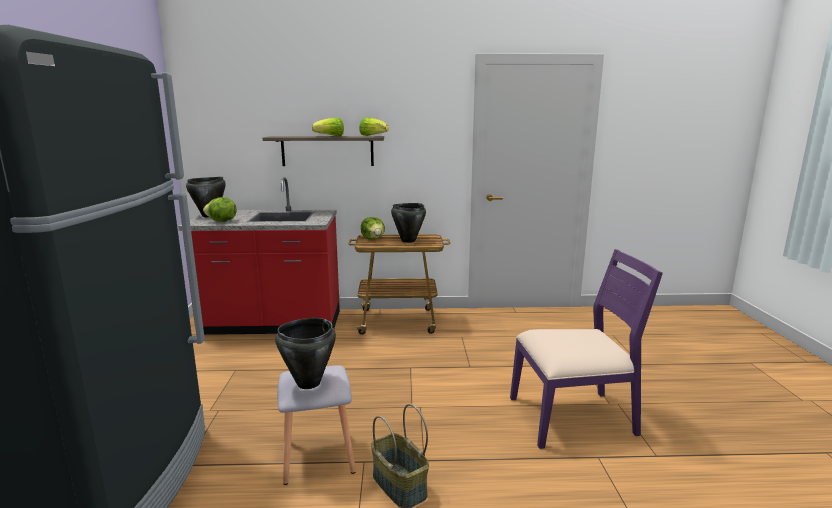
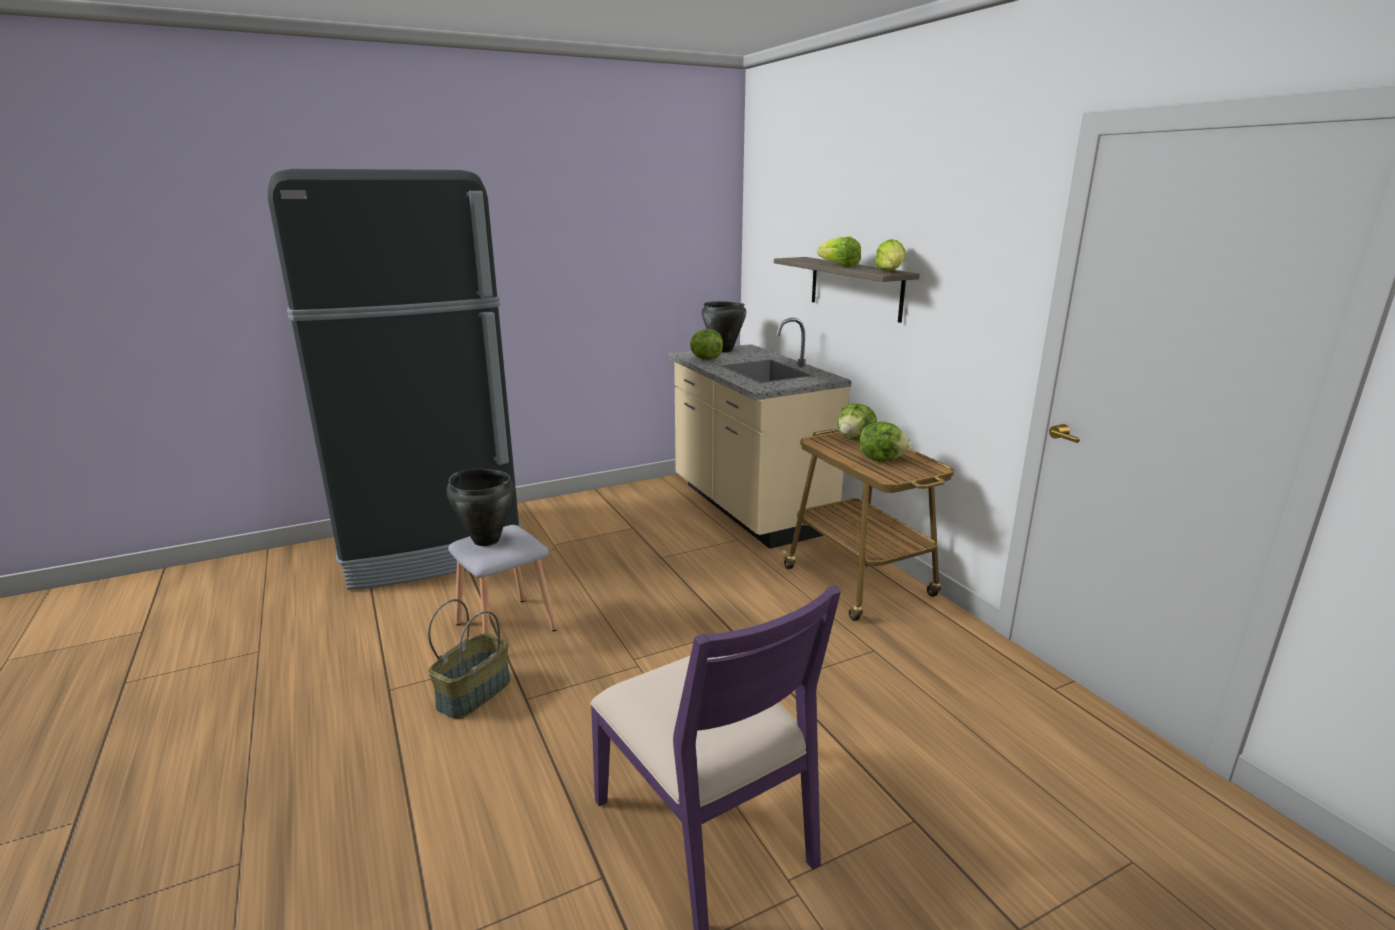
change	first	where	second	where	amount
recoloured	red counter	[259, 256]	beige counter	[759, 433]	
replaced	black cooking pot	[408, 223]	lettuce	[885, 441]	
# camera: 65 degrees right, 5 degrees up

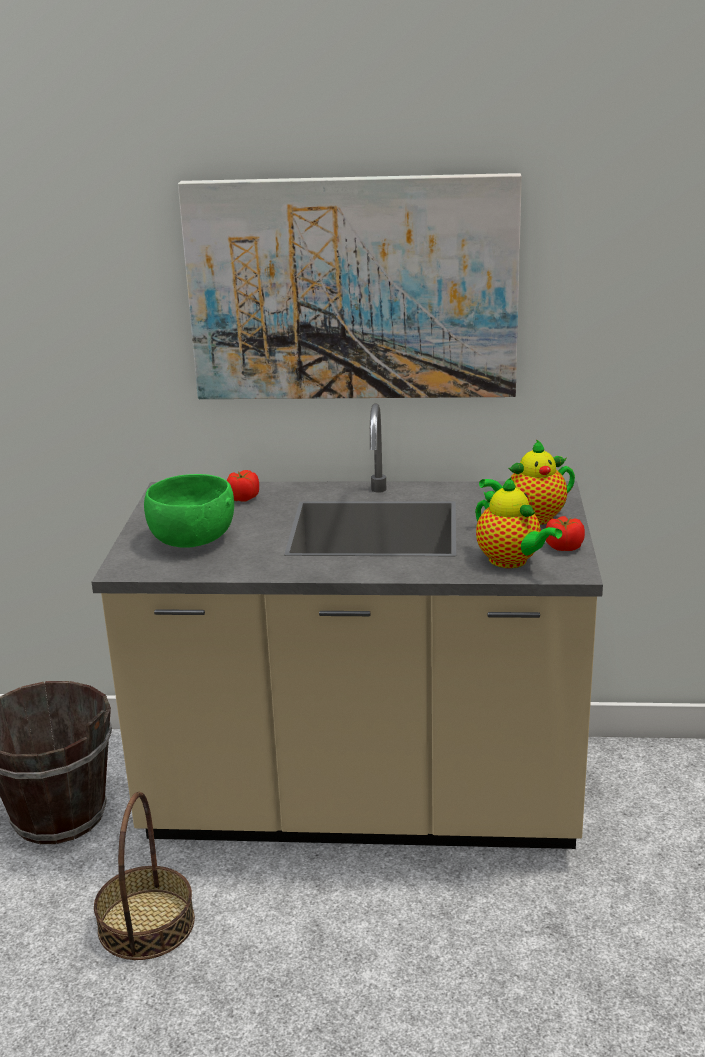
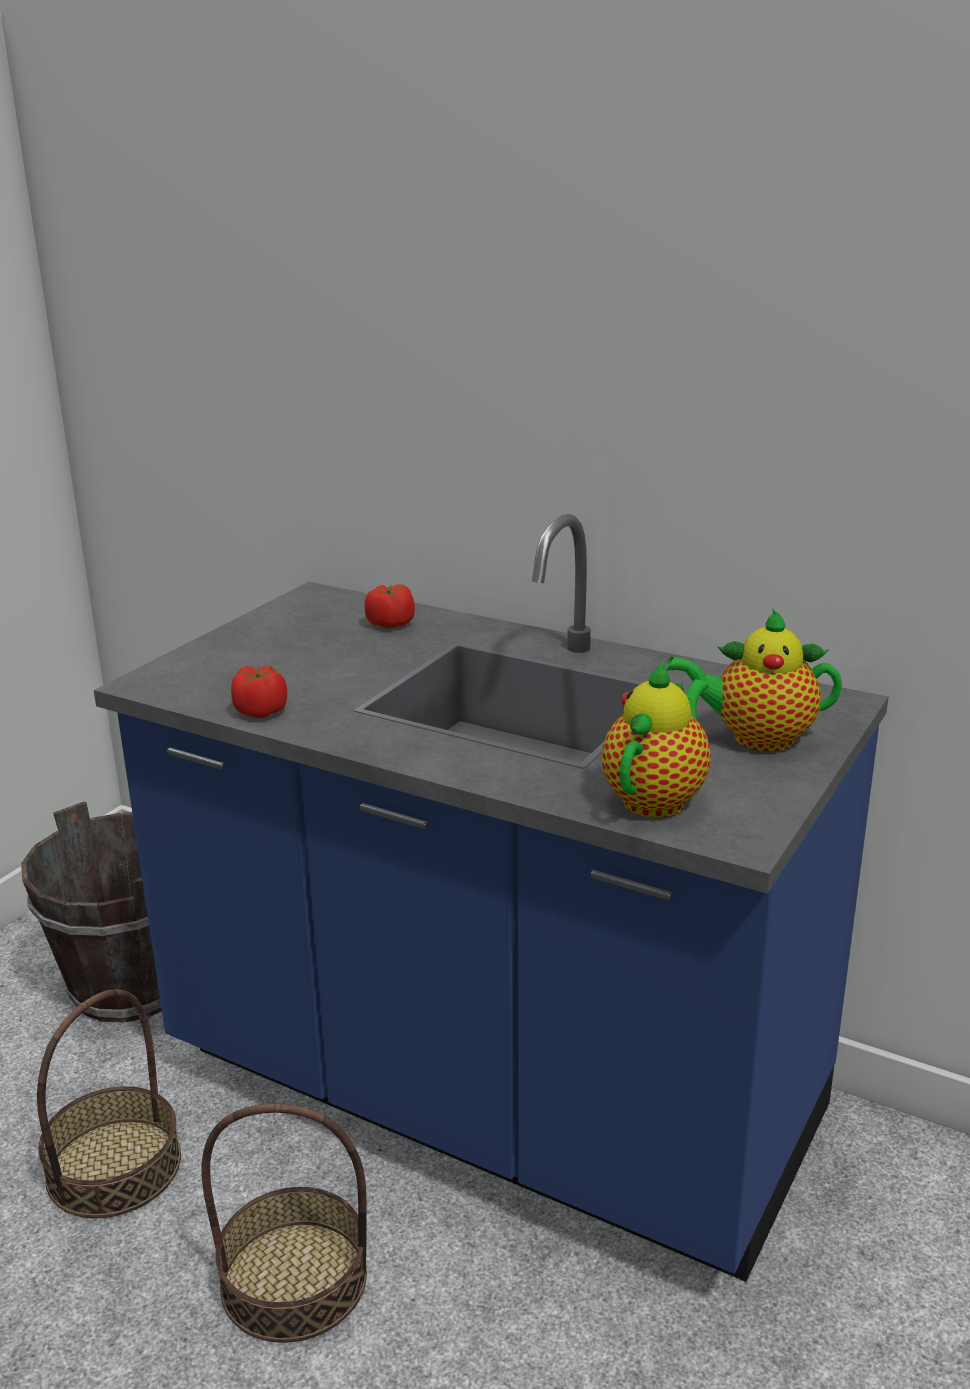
change	first	where	second	where	amount
recoloured	beige counter	[347, 626]	blue counter	[491, 898]	
removed	green bowl	[189, 511]			
removed	picture	[350, 286]			
turned	teapot	[519, 522]		[656, 739]	135 degrees counterclockwise
moved	tomato	[565, 533]		[259, 692]	
added			basket	[284, 1223]	
# camera: 25 degrees right, 0 degrees up

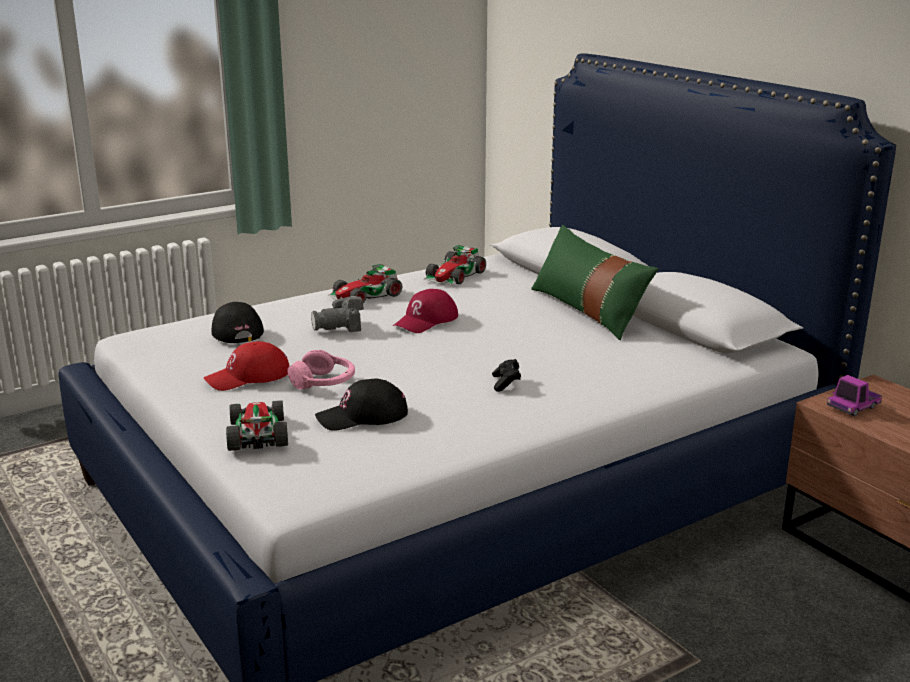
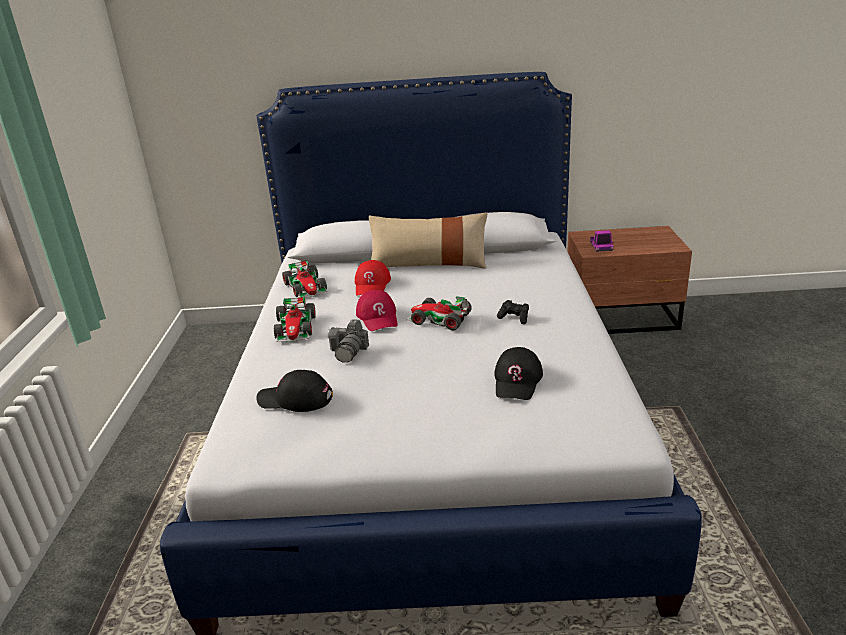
change	first	where	second	where	amount
moved	red cap	[246, 366]		[373, 278]	
moved	toy car	[257, 425]		[439, 313]	
removed	pink headphones	[321, 370]			
recoloured	green pillow	[594, 282]	beige pillow	[428, 240]	
# camera: 55 degrees left, 5 degrees up

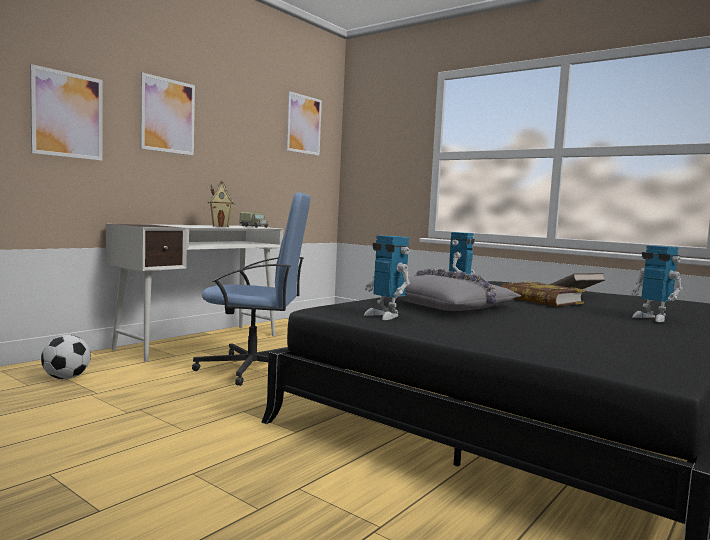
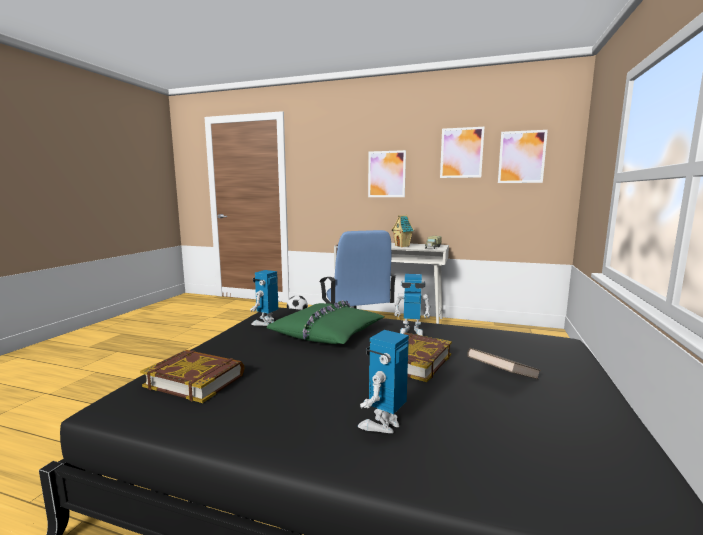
change	first	where	second	where	amount
moved	picture	[66, 112]		[462, 152]	
recoloured	grey pillow	[459, 289]	green pillow	[325, 322]	
added			book	[192, 376]	
# camera: 70 degrees right, 5 degrees up

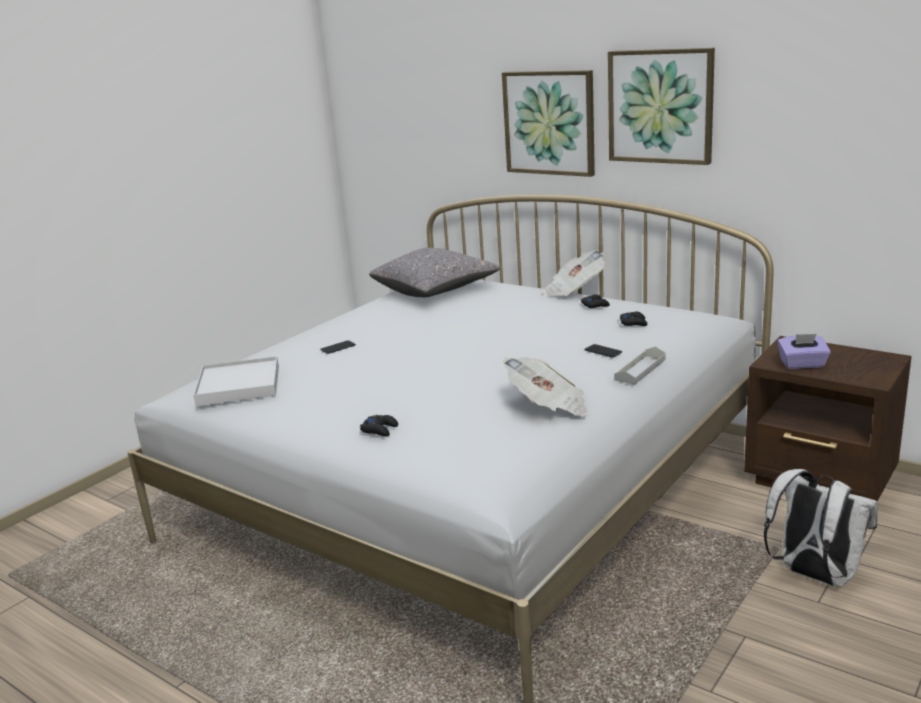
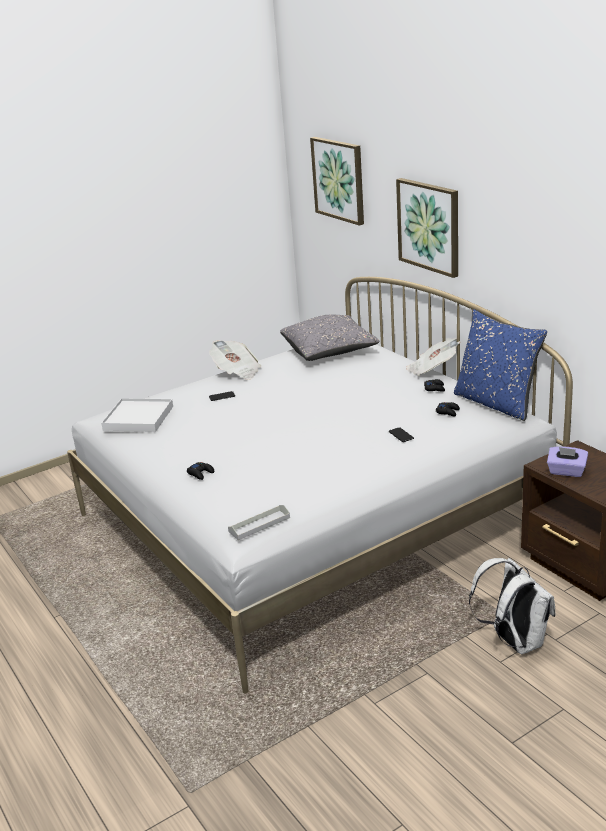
change	first	where	second	where	amount
moved	newspaper	[545, 387]		[235, 360]	
moved	picture	[661, 106]		[337, 181]	
moved	grey tray	[640, 366]		[259, 522]	
added			blue pillow	[500, 365]	
# camera: 20 degrees right, 5 degrees up

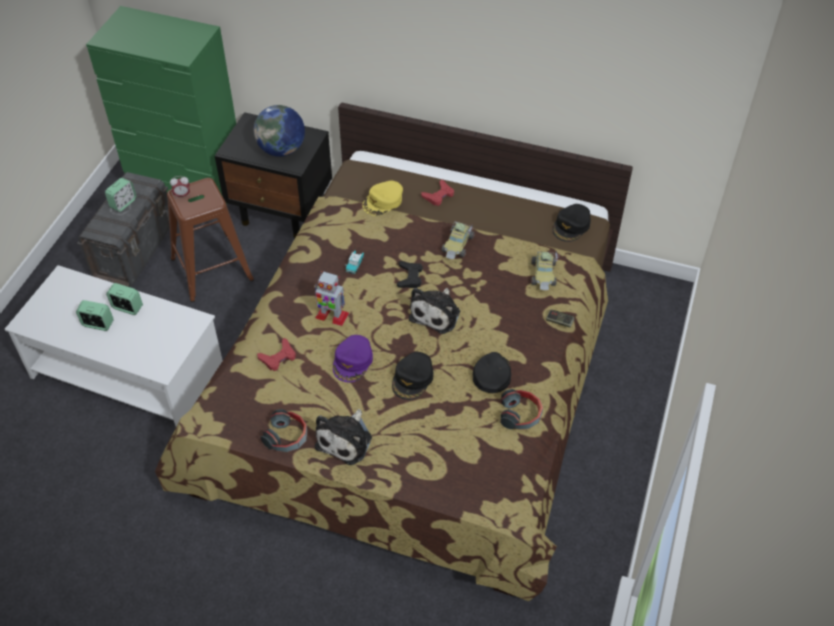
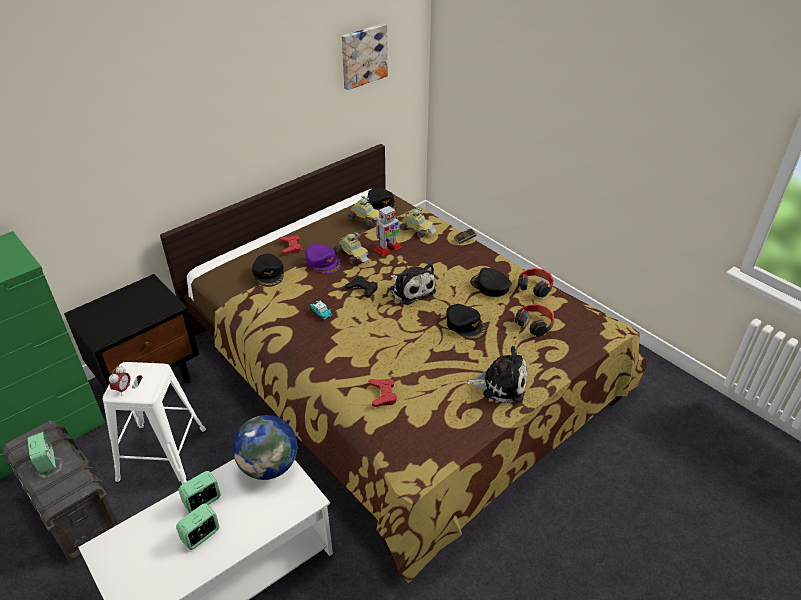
change	first	where	second	where	amount
recoloured	brown stool	[210, 240]	white stool	[155, 423]	
moved	globe	[279, 131]		[265, 447]	
moved	headphones	[283, 430]		[534, 320]	
moved	toy robot	[331, 298]		[388, 230]	
turned	plush toy	[343, 437]		[496, 374]	45 degrees counterclockwise
moved	purple cap	[353, 358]		[323, 259]	
recoloured	yellow cap	[382, 198]	black cap	[268, 270]	
added			picture	[364, 56]	
added			toy car	[364, 211]	
# camera: 60 degrees left, 10 degrees down

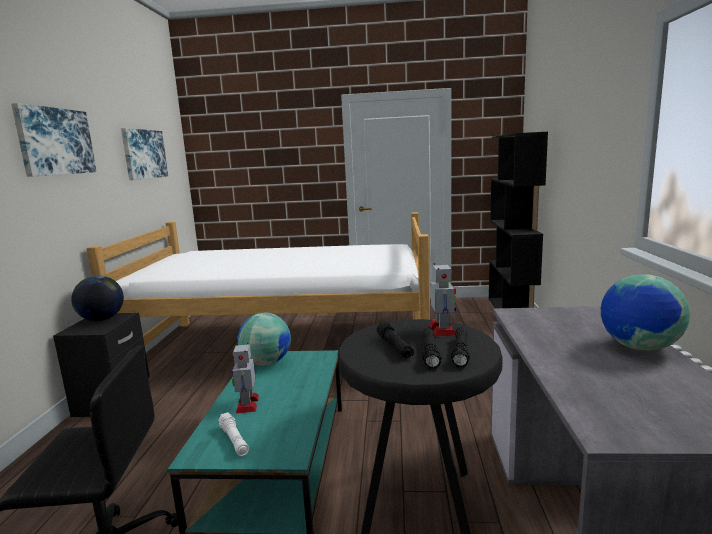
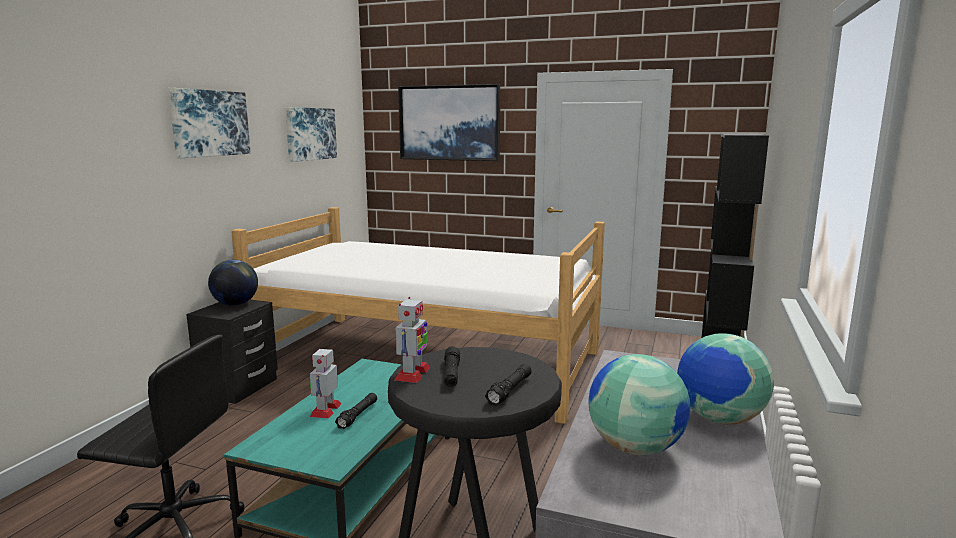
change	first	where	second	where	amount
removed	white flashlight	[233, 434]			
moved	globe	[264, 339]		[639, 404]	
moved	black flashlight	[431, 348]		[356, 411]	
moved	toy robot	[442, 300]		[412, 340]	
added			picture	[449, 122]	
# camera: 15 degrees right, 0 degrees up

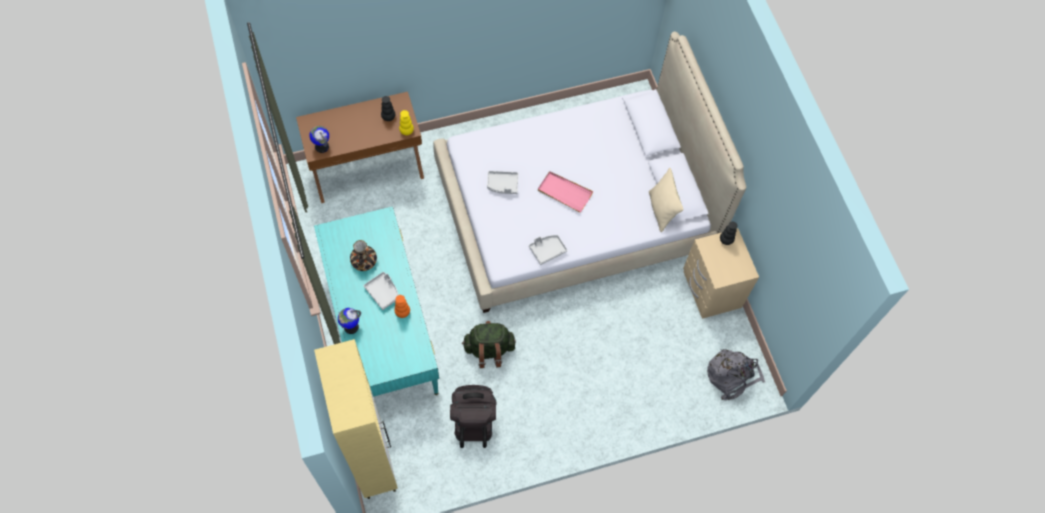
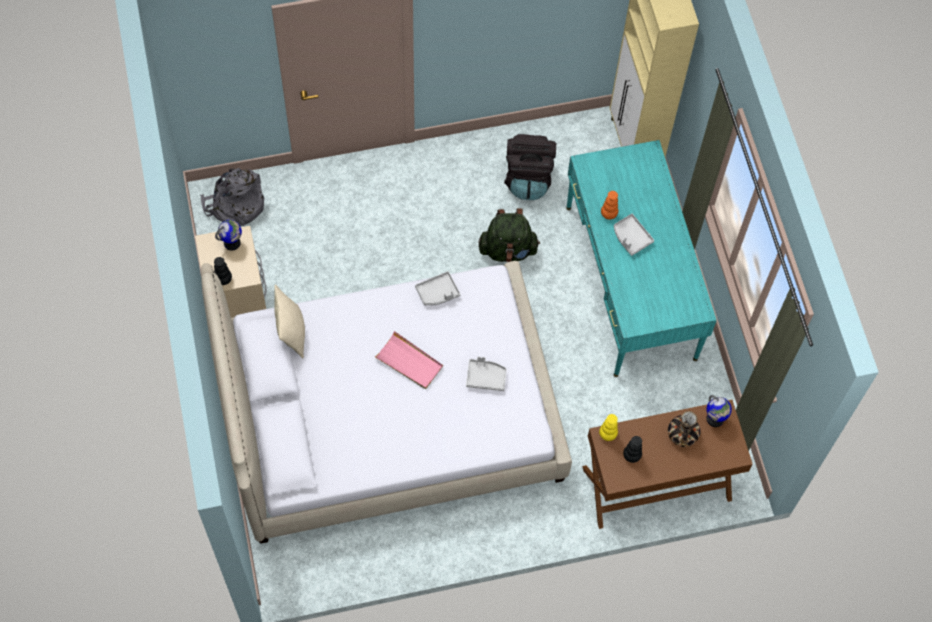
change	first	where	second	where	amount
moved	globe	[349, 321]		[228, 235]	
moved	vase	[363, 255]		[684, 429]	
# camera: 175 degrees left, 0 degrees up

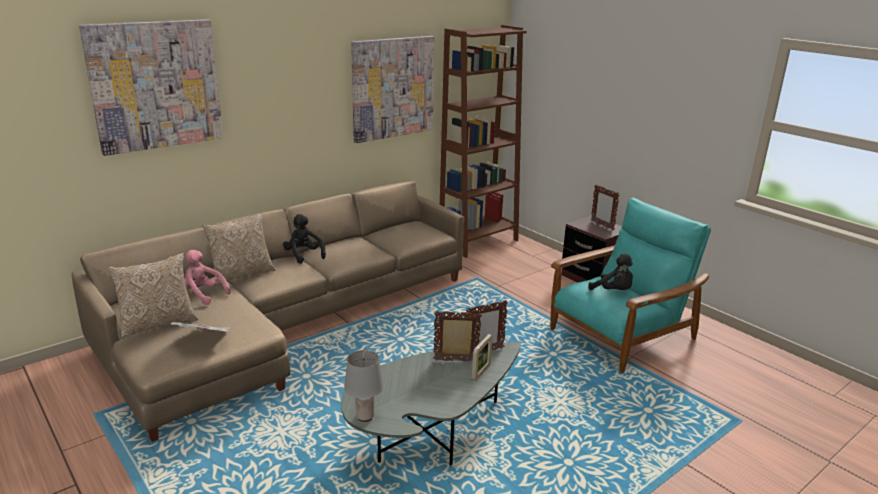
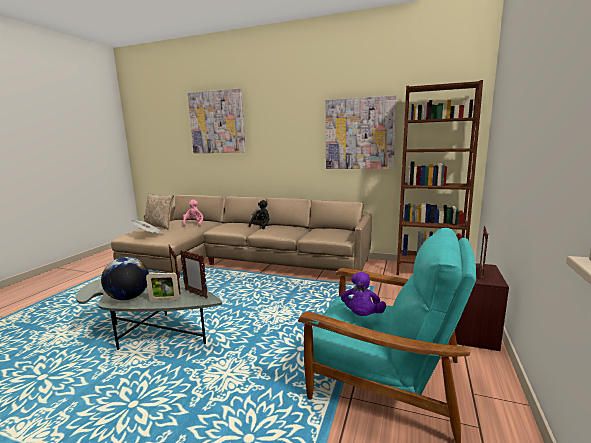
change	first	where	second	where	amount
removed	pillow	[238, 249]			
removed	grey table lamp	[364, 386]			
recoloured	black plush toy	[610, 272]	purple plush toy	[363, 294]	
added			globe	[125, 278]	
# camera: 60 degrees right, 10 degrees down

